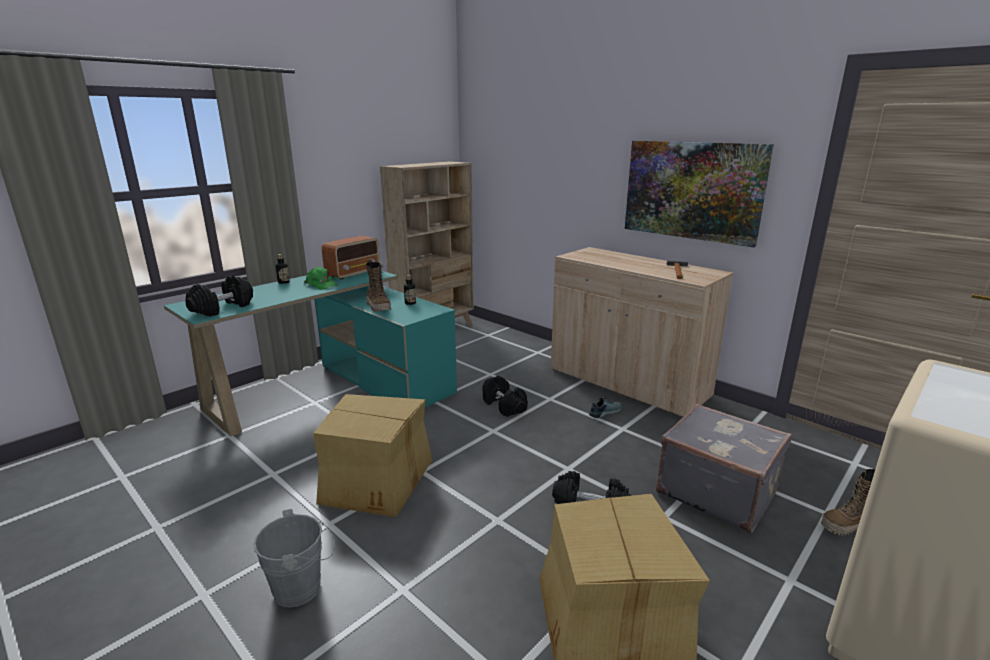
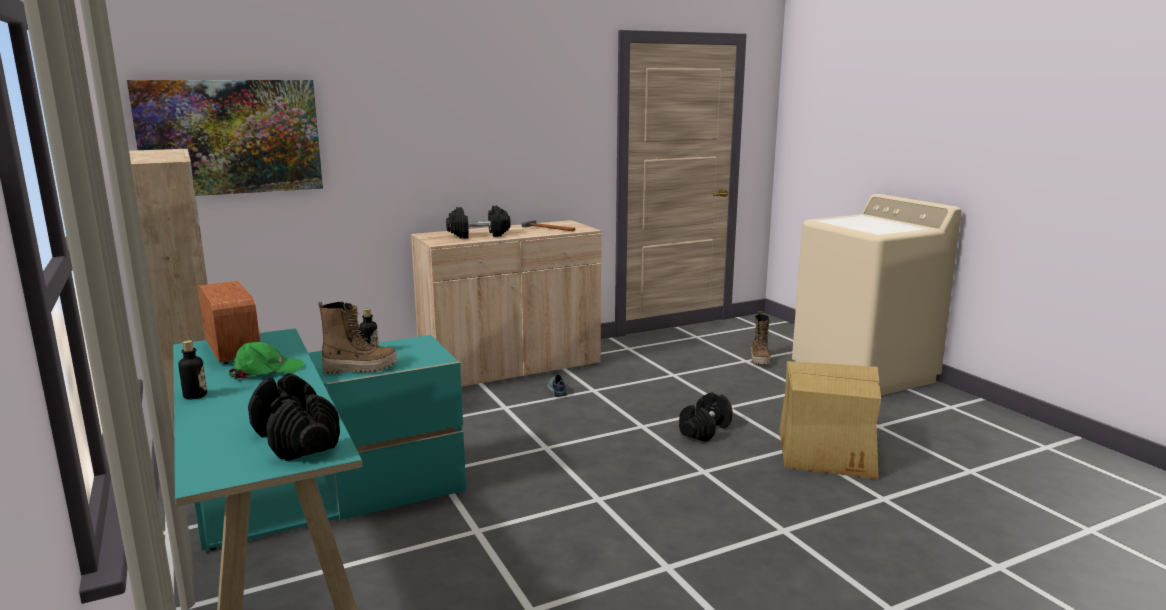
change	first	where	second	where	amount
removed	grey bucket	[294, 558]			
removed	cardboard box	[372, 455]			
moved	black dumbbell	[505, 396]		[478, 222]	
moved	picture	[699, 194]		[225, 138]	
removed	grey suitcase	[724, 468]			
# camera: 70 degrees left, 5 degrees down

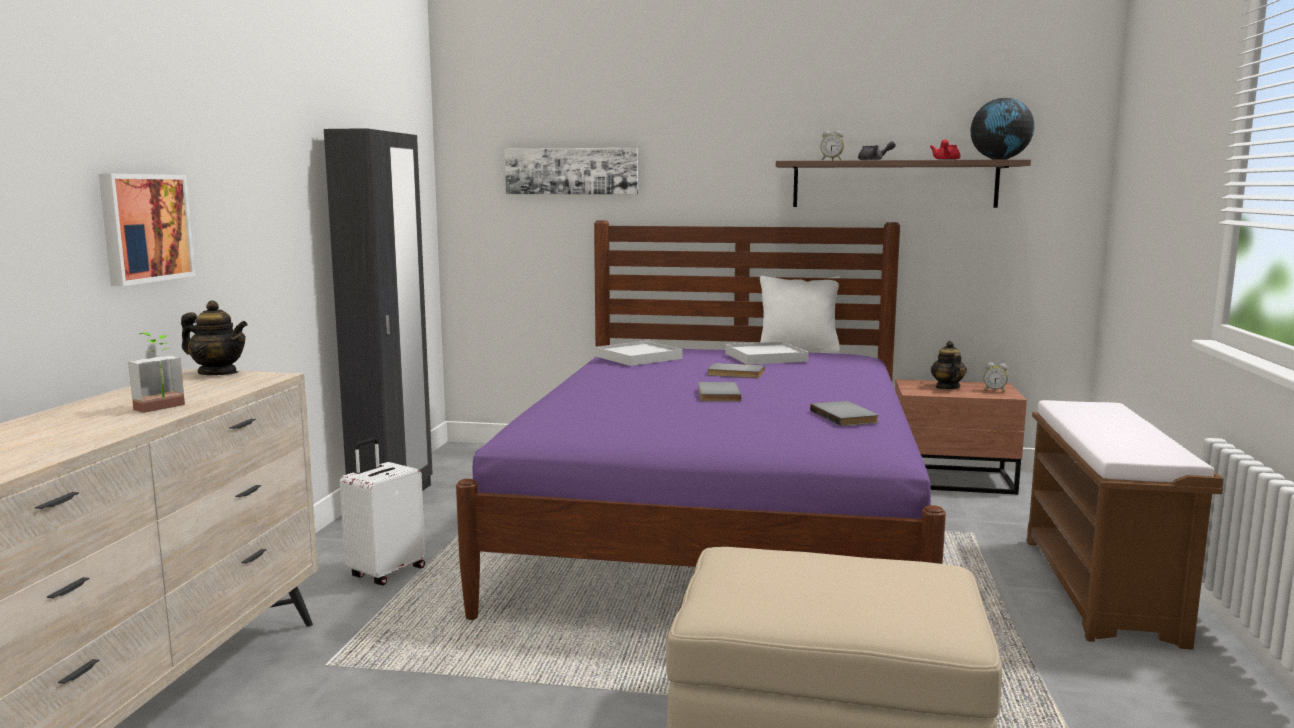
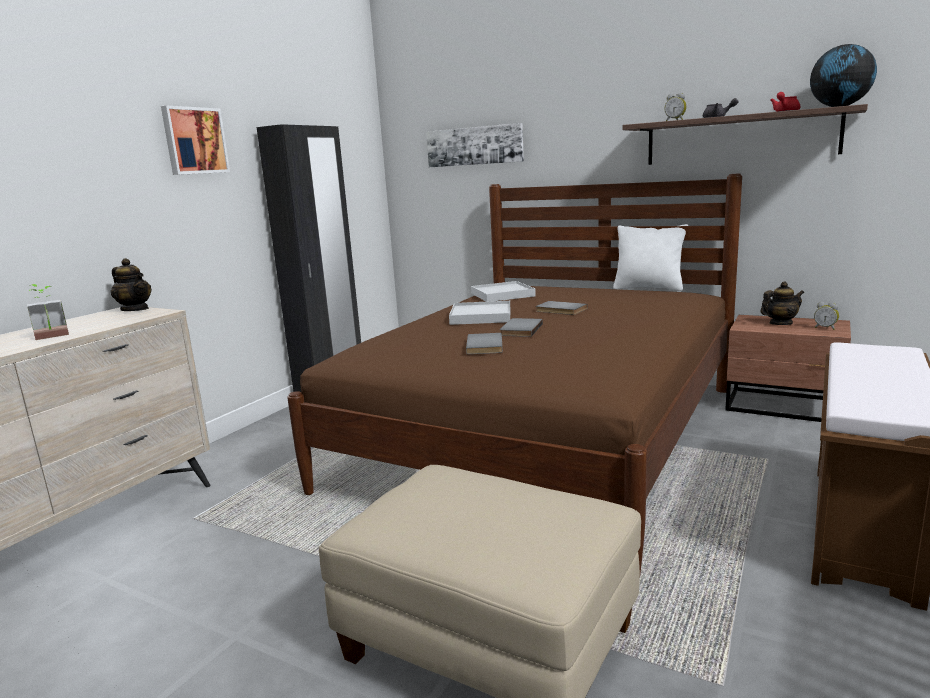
change	first	where	second	where	amount
moved	picture	[147, 230]		[195, 140]	
removed	white suitcase	[382, 511]			
recoloured	purple bed	[701, 420]	brown bed	[514, 373]	
moved	white tray	[766, 353]		[479, 313]	
moved	grey book	[844, 413]		[484, 343]	
turned	teapot	[949, 365]		[782, 303]	60 degrees clockwise
# camera: 20 degrees right, 5 degrees up

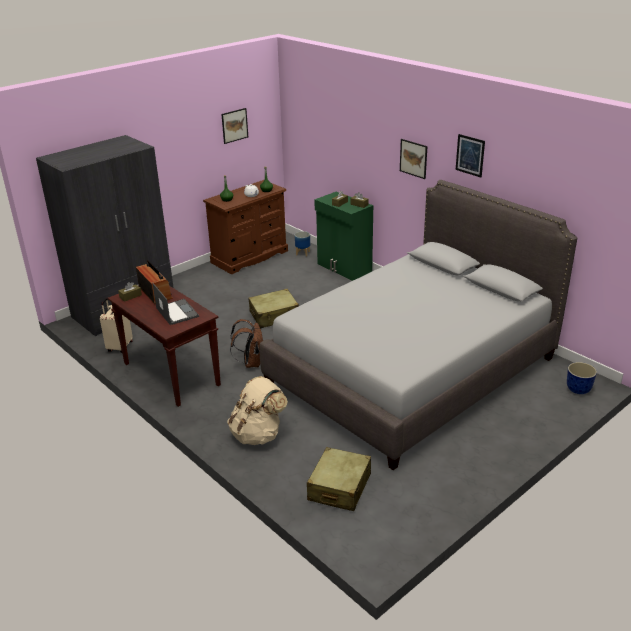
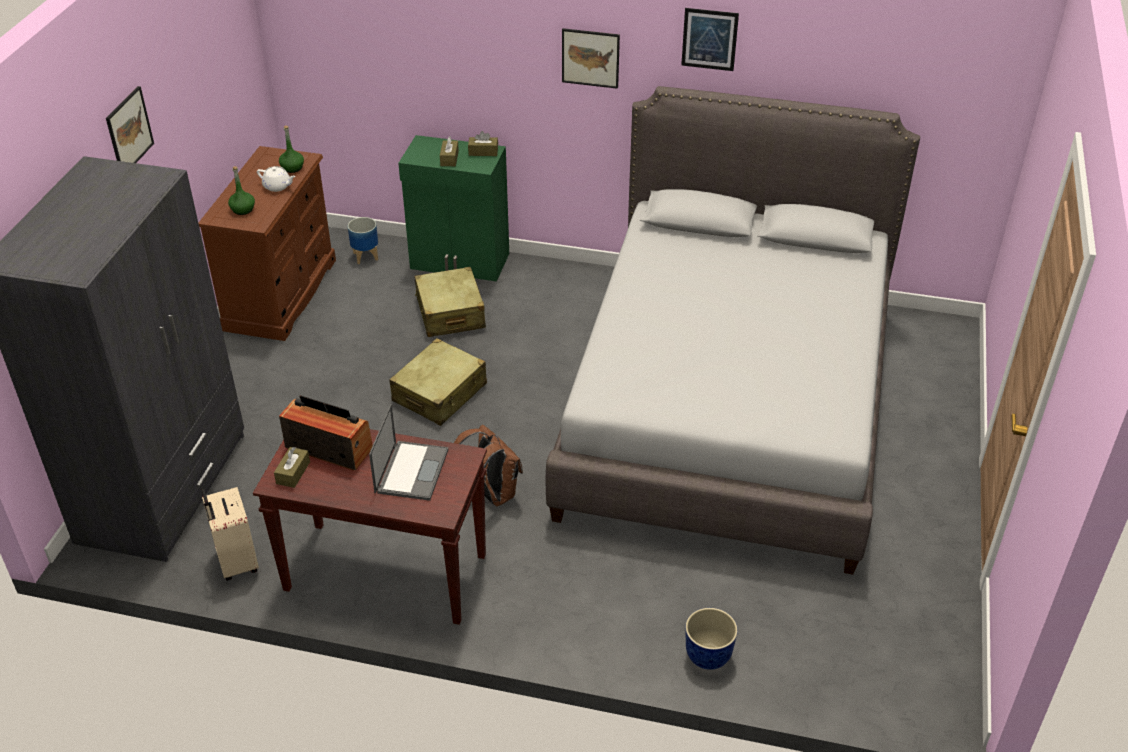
change	first	where	second	where	amount
turned	laptop	[176, 304]		[408, 452]	75 degrees clockwise
moved	picture	[234, 126]		[130, 124]	
removed	beige backpack	[257, 410]			
moved	beige suitcase	[339, 479]		[450, 302]	
moved	planter	[582, 378]		[711, 639]	
# camera: 35 degrees left, 10 degrees up

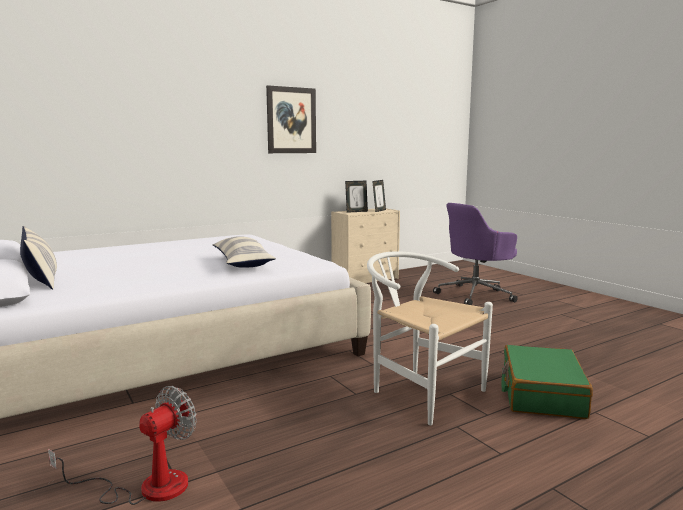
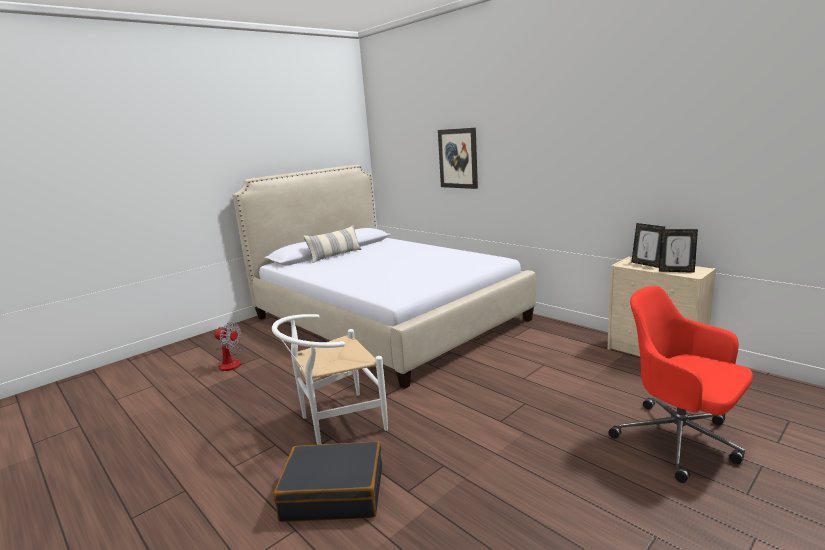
change	first	where	second	where	amount
removed	pillow	[244, 252]			
moved	picture	[291, 119]		[458, 158]	
turned	white chair	[430, 338]		[330, 379]	150 degrees counterclockwise
recoloured	purple office chair	[475, 254]	red office chair	[681, 384]	
recoloured	green suitcase	[547, 382]	black suitcase	[327, 481]	
# camera: 80 degrees right, 5 degrees up

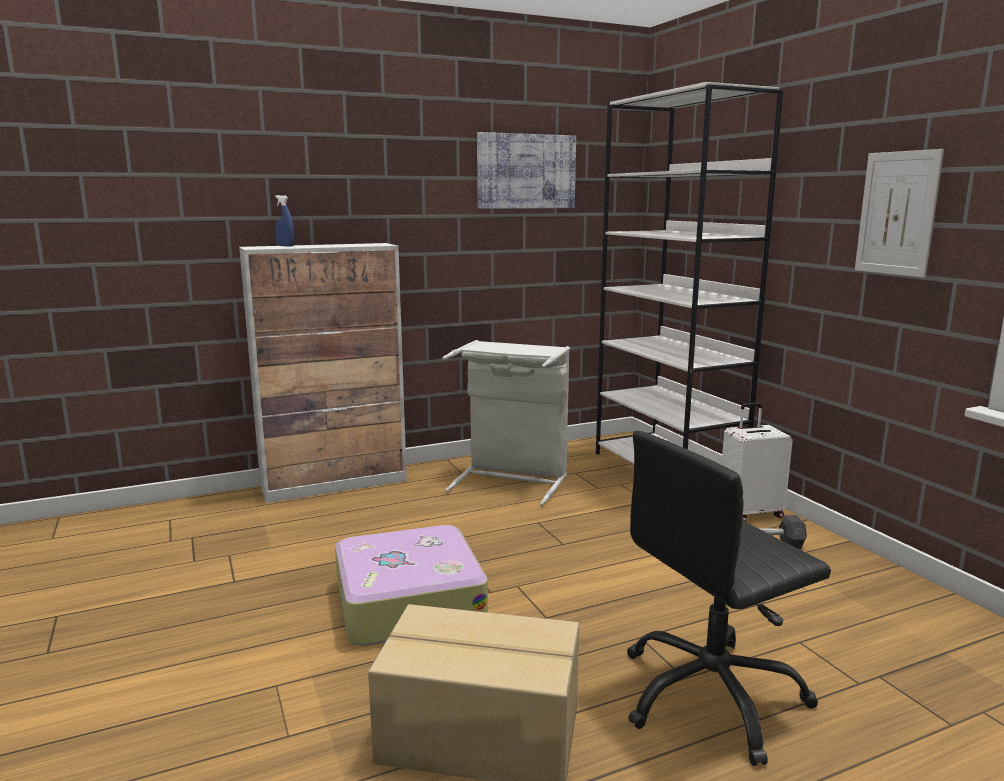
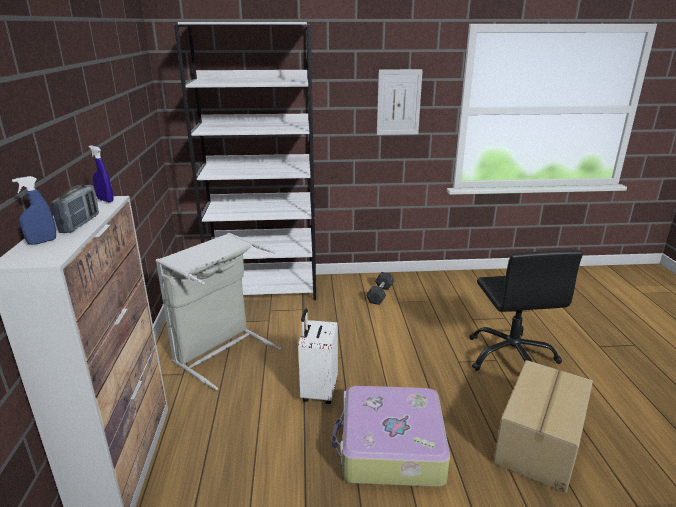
change	first	where	second	where	amount
removed	picture	[526, 170]			
moved	white suitcase	[757, 462]		[318, 356]	
added			radio	[75, 209]	
added			blue spray bottle	[101, 174]	
# camera: 70 degrees left, 10 degrees up

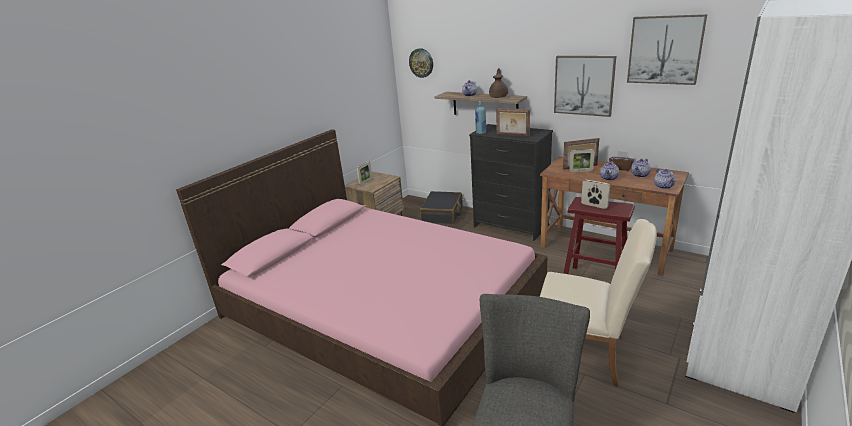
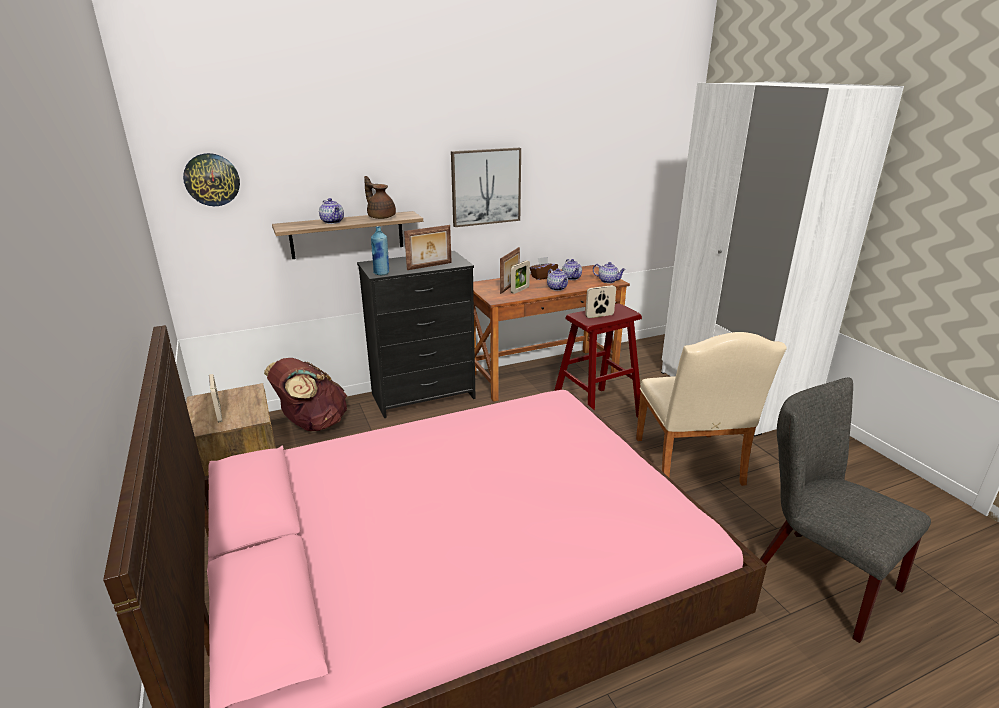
change	first	where	second	where	amount
replaced	black suitcase	[441, 207]	brown backpack	[305, 394]	
turned	beige chair	[598, 303]		[711, 409]	120 degrees clockwise
removed	picture	[667, 49]			
# camera: 60 degrees left, 0 degrees up

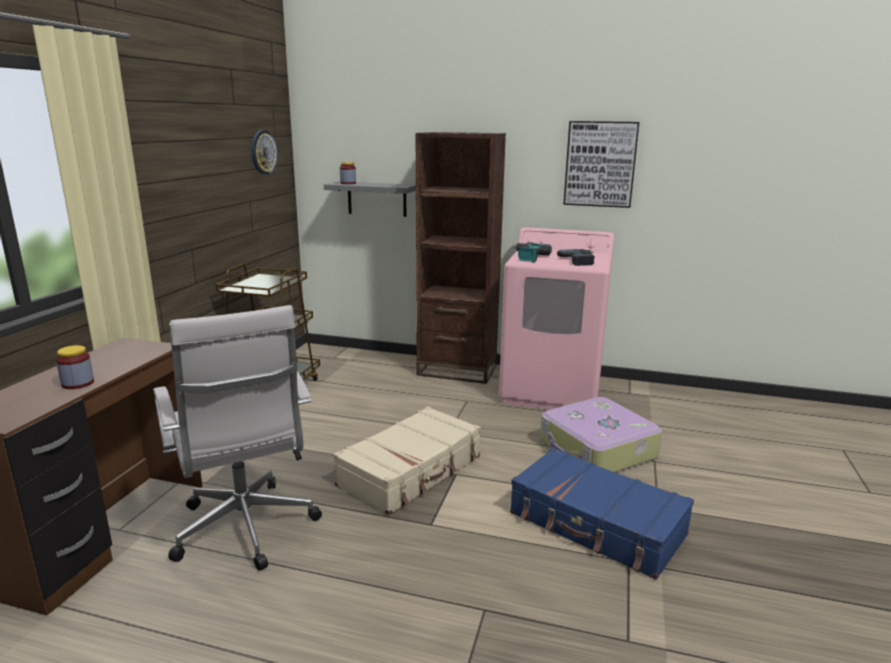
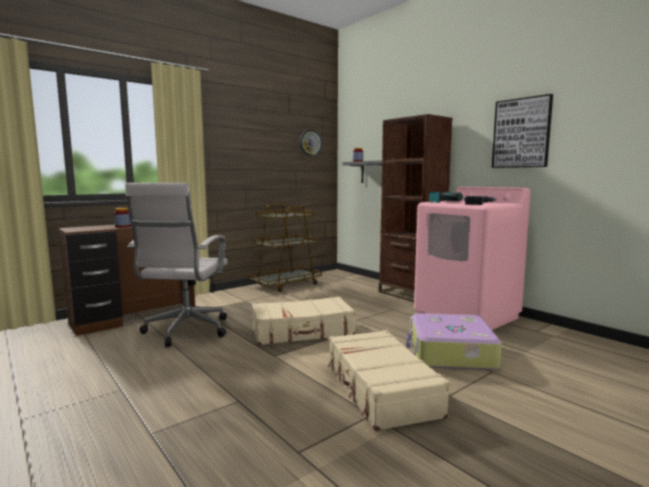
change	first	where	second	where	amount
recoloured	blue suitcase	[602, 514]	beige suitcase	[389, 380]	
# camera: 35 degrees right, 10 degrees down

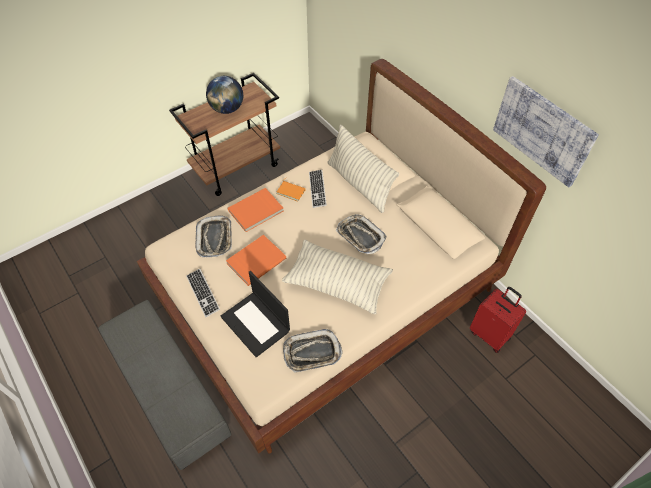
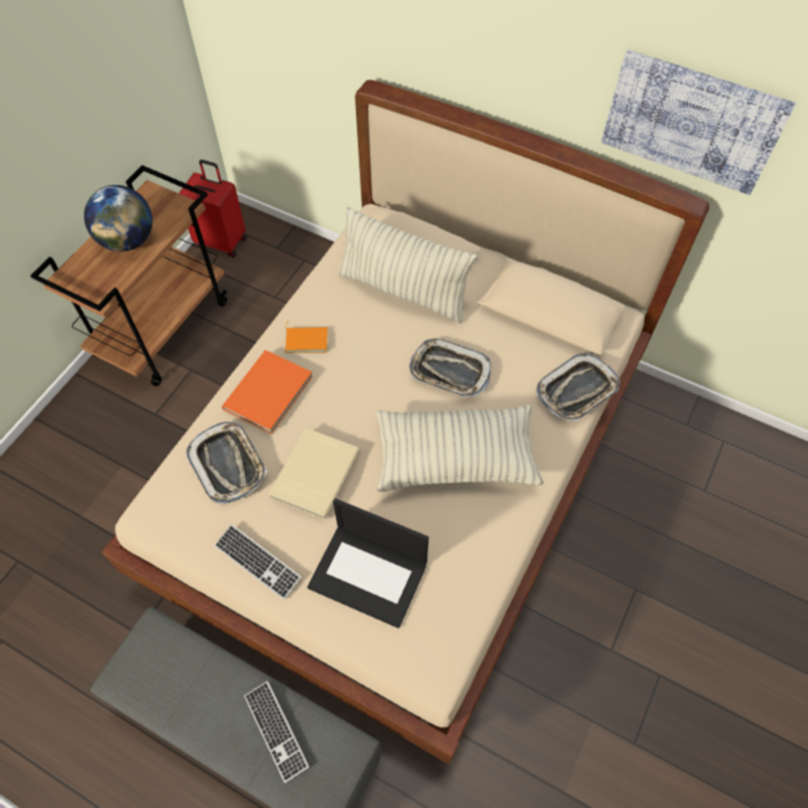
change	first	where	second	where	amount
recoloured	orange book	[256, 260]	beige book	[314, 474]	
moved	tray	[313, 351]		[578, 387]	
moved	keyboard	[318, 189]		[276, 732]	
moved	red suitcase	[498, 320]		[213, 208]	
# camera: 25 degrees left, 5 degrees up

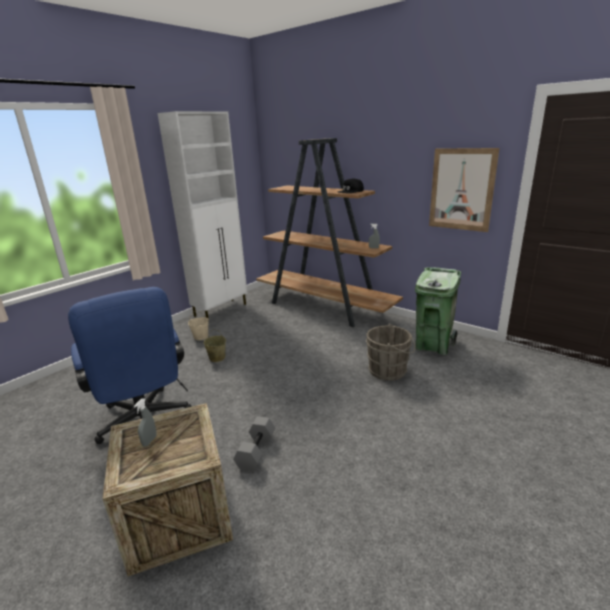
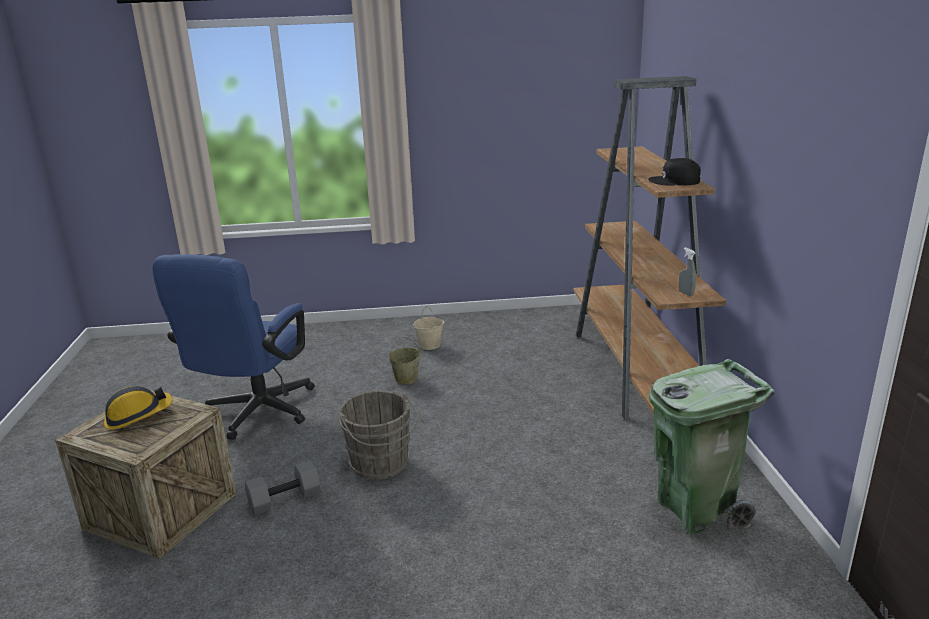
change	first	where	second	where	amount
replaced	grey spray bottle	[145, 422]	hard hat	[138, 408]	
removed	white cabinet	[202, 215]			
moved	grey bucket	[391, 352]		[379, 435]	
removed	picture	[464, 190]			
# camera: 45 degrees right, 0 degrees up

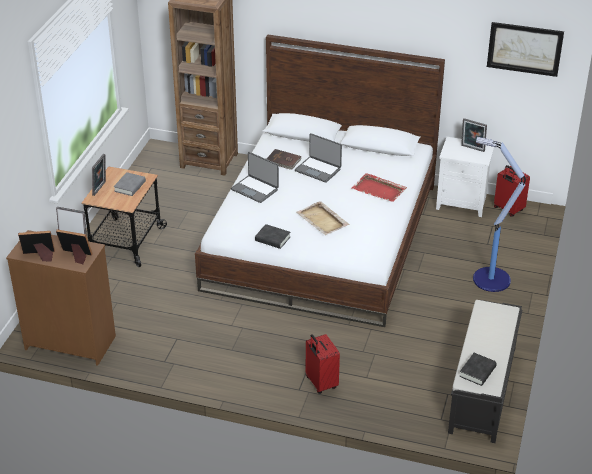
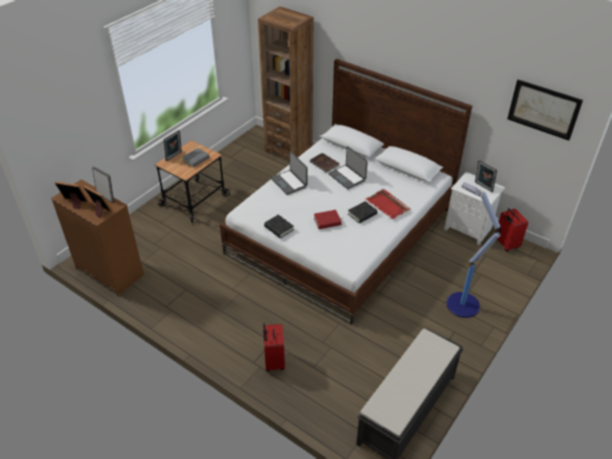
change	first	where	second	where	amount
replaced	beige tray	[322, 218]	red book	[328, 219]	
moved	black book	[478, 369]		[362, 212]	
# camera: 20 degrees right, 5 degrees up

